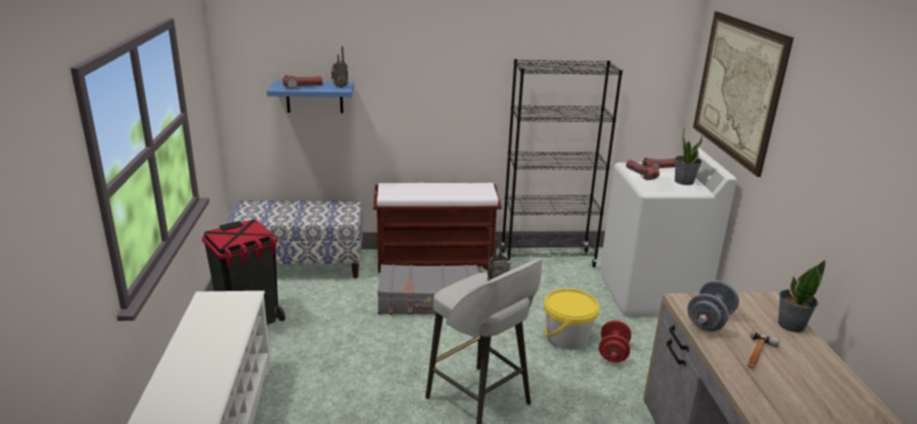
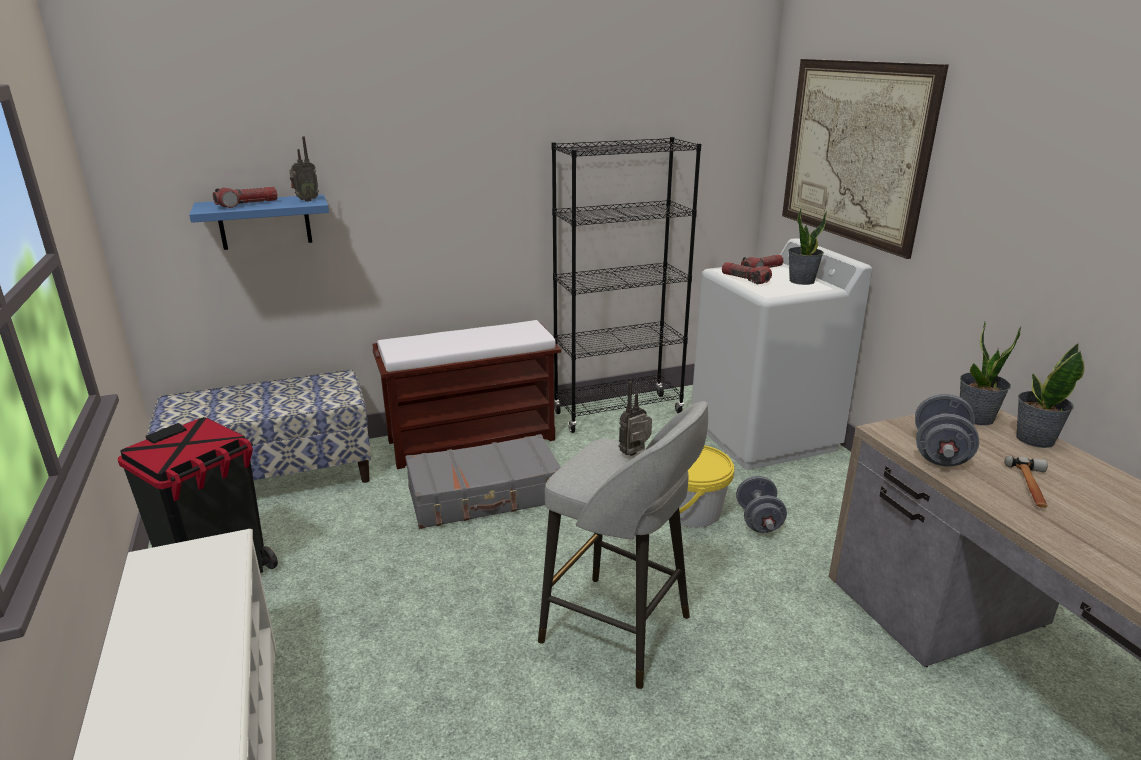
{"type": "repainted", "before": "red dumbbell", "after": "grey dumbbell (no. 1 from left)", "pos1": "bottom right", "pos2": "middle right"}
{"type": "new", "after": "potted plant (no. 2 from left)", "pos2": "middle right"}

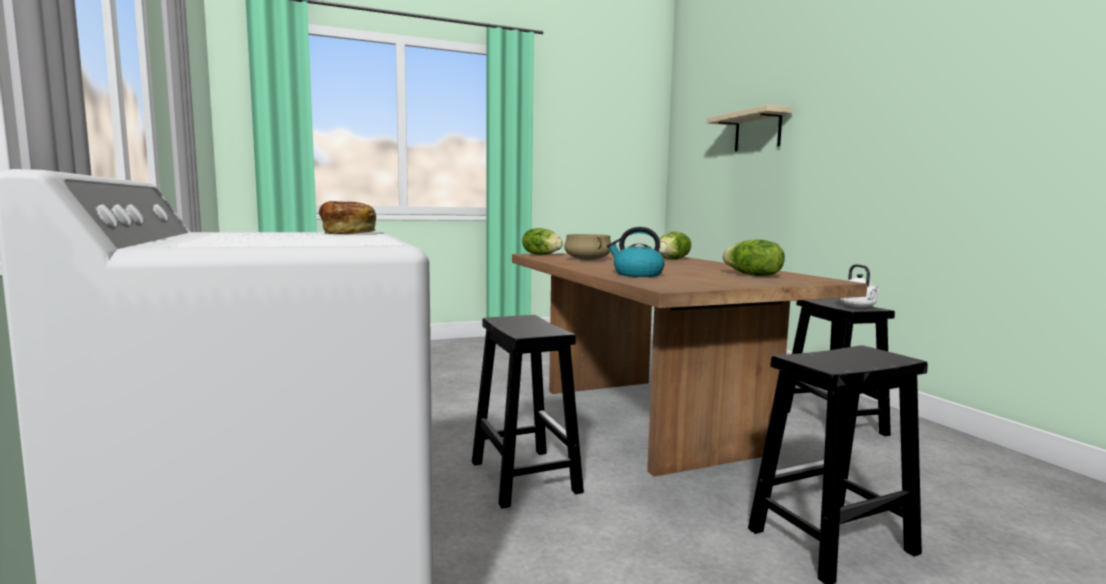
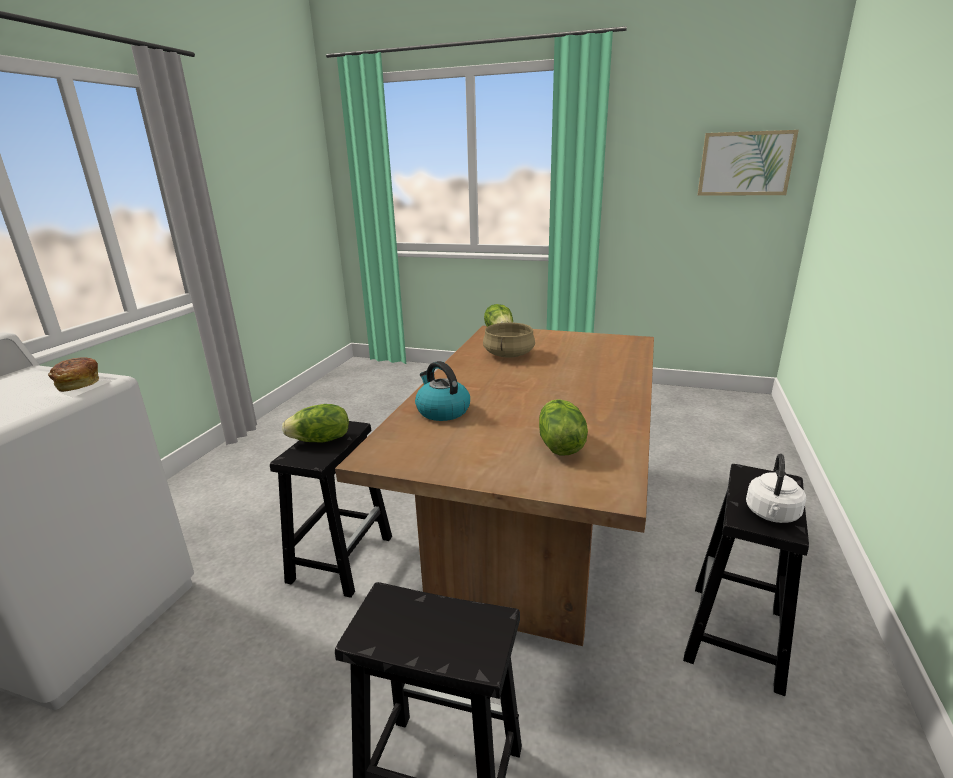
{"type": "shifted", "before": "lettuce (no. 2 from left in the first image)", "after": "lettuce (no. 1 from left)", "pos1": "centre", "pos2": "middle left"}
{"type": "gone", "before": "beige shelf", "pos1": "top right"}
{"type": "new", "after": "picture", "pos2": "top right"}

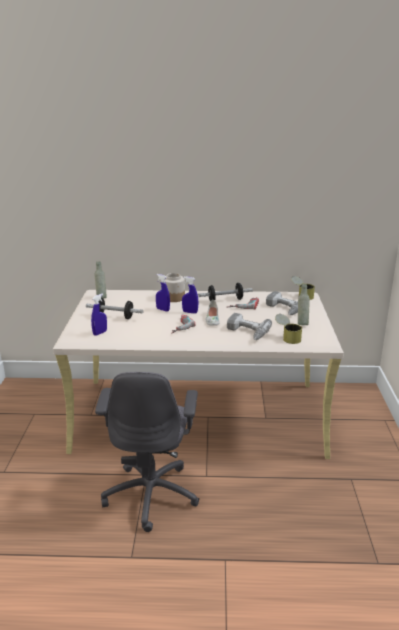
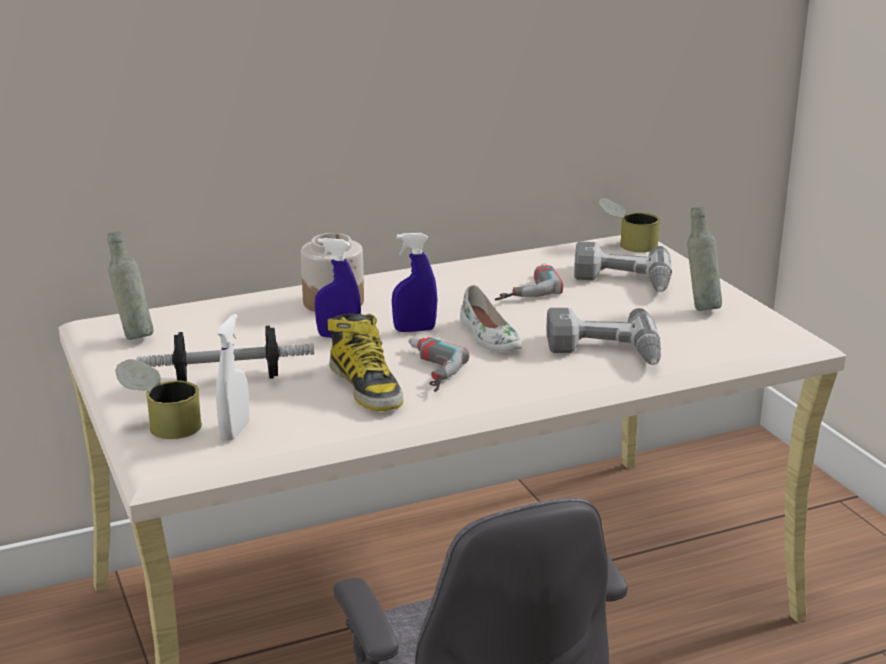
{"type": "repainted", "before": "blue spray bottle (no. 1 from left)", "after": "white spray bottle", "pos1": "middle left", "pos2": "middle left"}
{"type": "gone", "before": "dumbbell (no. 2 from left)", "pos1": "centre"}
{"type": "shifted", "before": "can (no. 1 from left)", "pos1": "middle right", "pos2": "middle left"}
{"type": "new", "after": "boot", "pos2": "centre"}

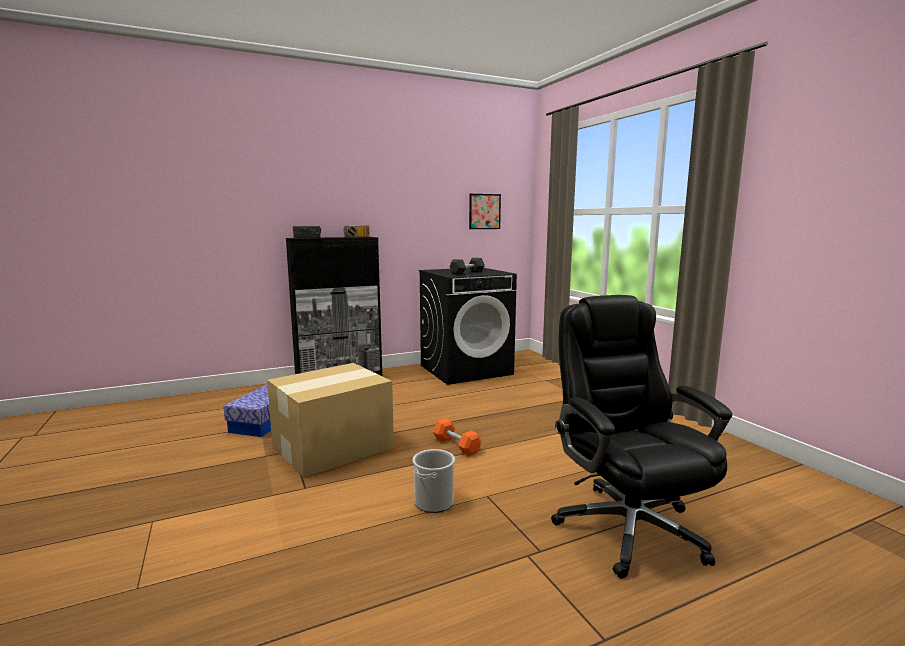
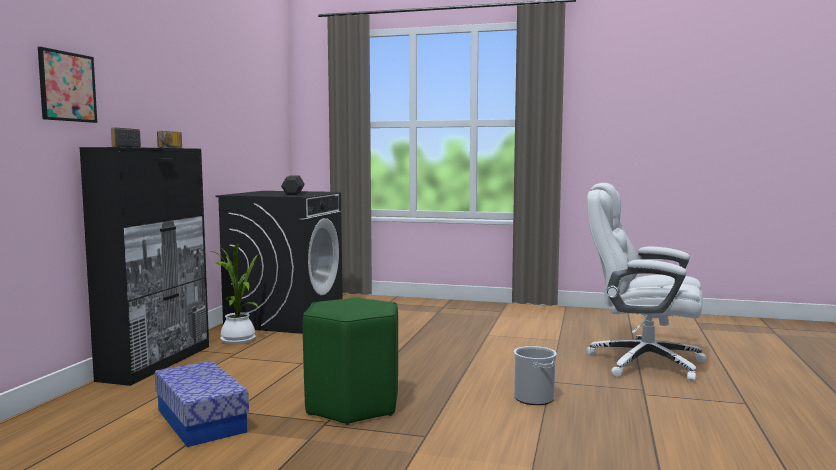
{"type": "swapped", "before": "cardboard box", "after": "green stool", "pos1": "centre", "pos2": "bottom centre"}
{"type": "gone", "before": "orange dumbbell", "pos1": "bottom centre"}
{"type": "shifted", "before": "picture", "pos1": "top centre", "pos2": "top left"}
{"type": "repainted", "before": "black office chair", "after": "white office chair", "pos1": "bottom right", "pos2": "middle right"}
{"type": "new", "after": "potted plant", "pos2": "middle left"}

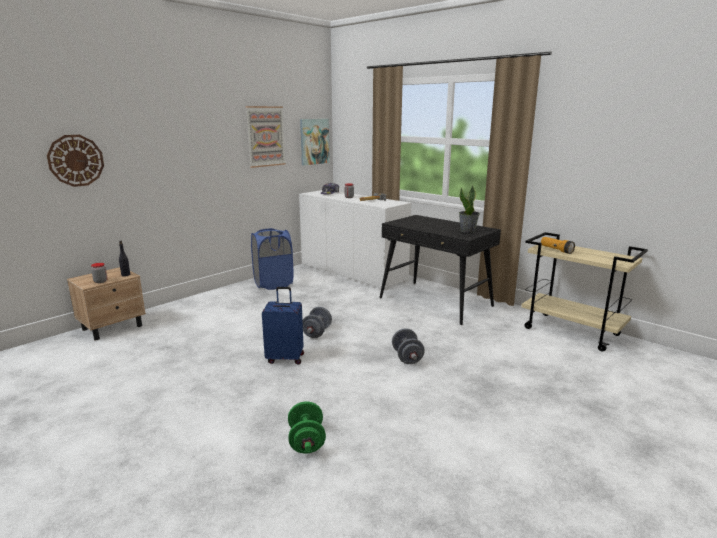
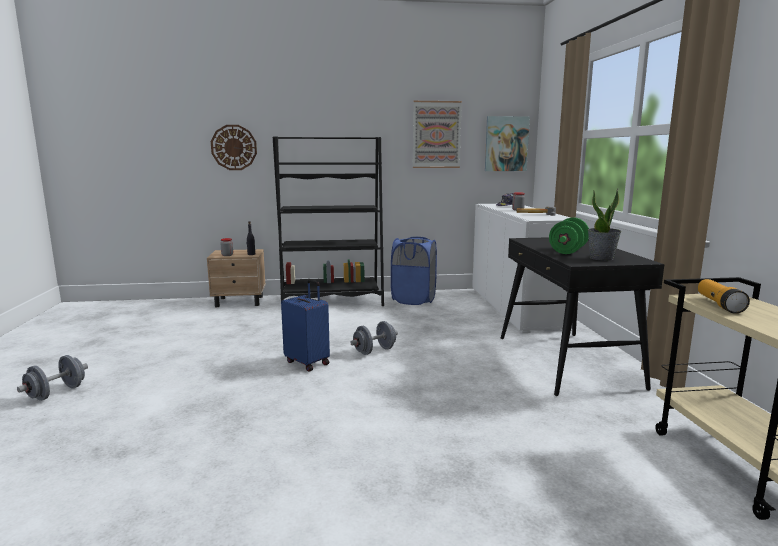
{"type": "shifted", "before": "green dumbbell", "pos1": "bottom centre", "pos2": "middle right"}
{"type": "shifted", "before": "grey dumbbell (no. 2 from left in the first image)", "after": "grey dumbbell (no. 1 from left)", "pos1": "centre", "pos2": "bottom left"}
{"type": "new", "after": "black bookcase", "pos2": "centre"}

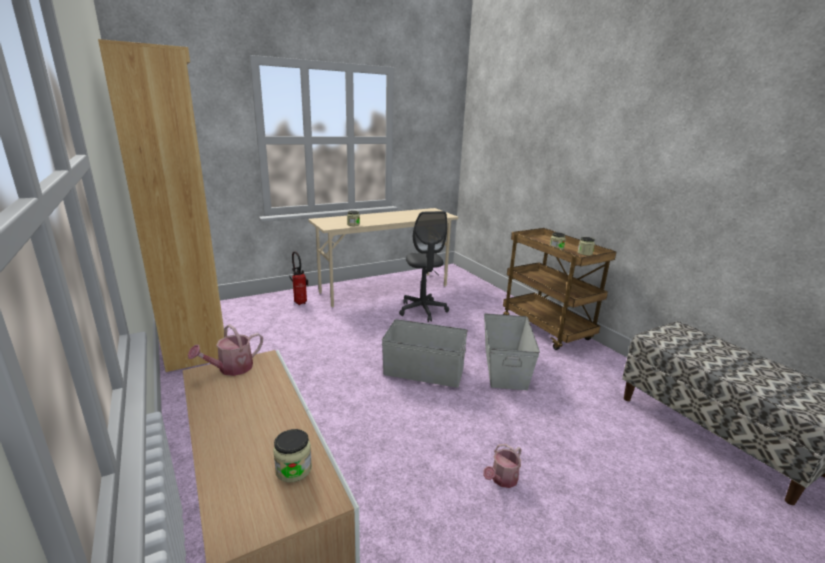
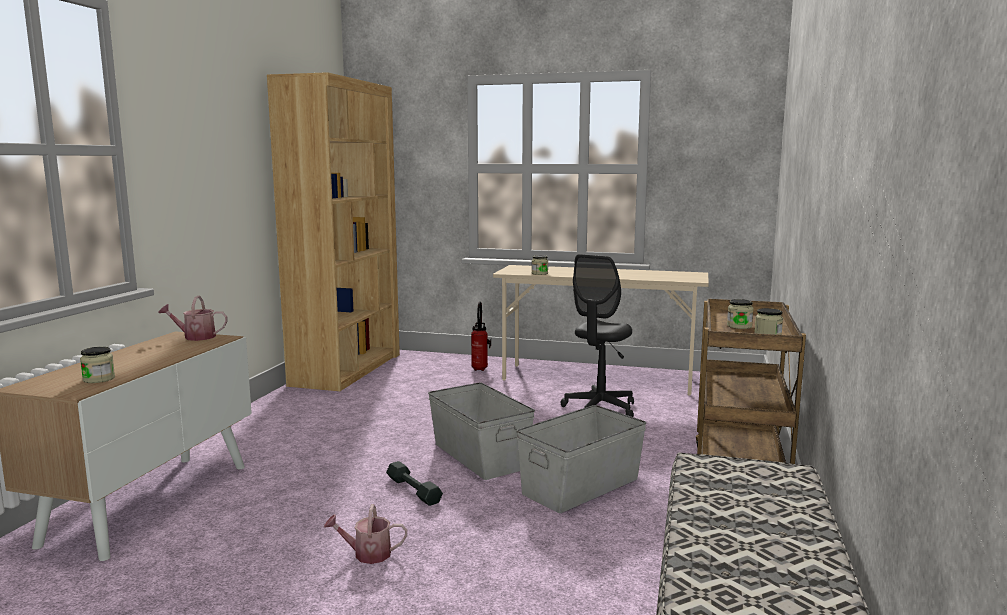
{"type": "new", "after": "grey dumbbell", "pos2": "bottom centre"}

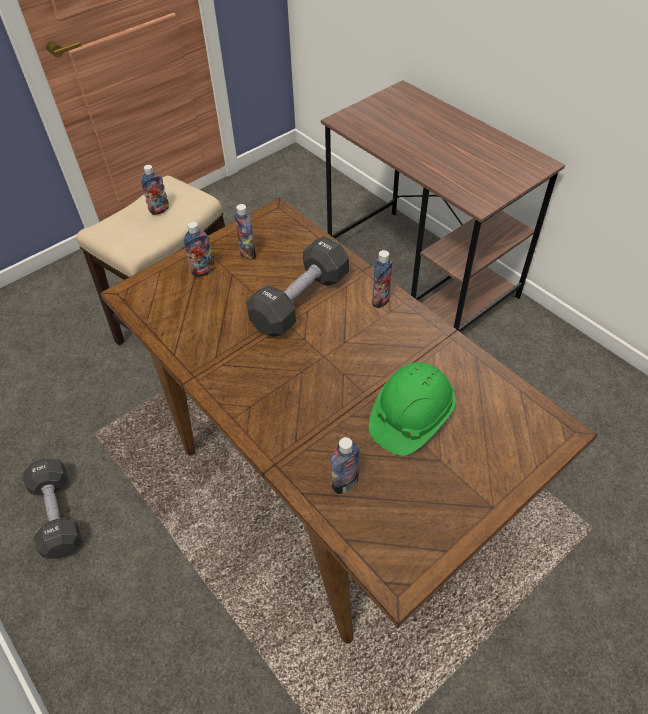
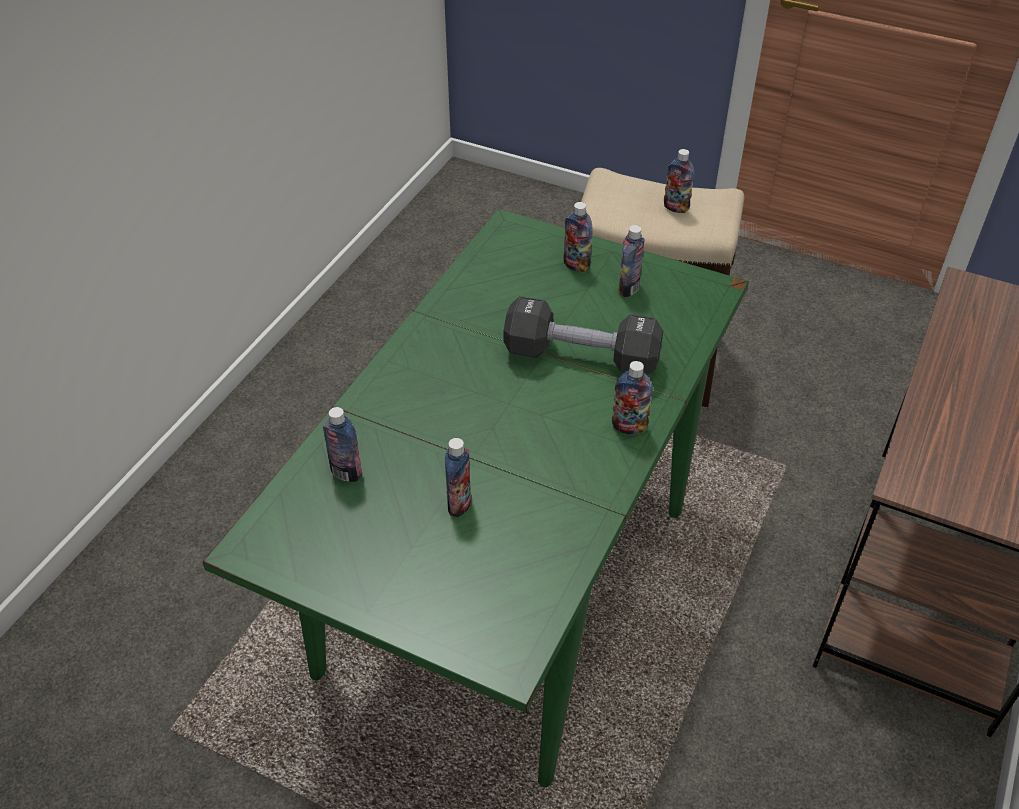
{"type": "gone", "before": "black dumbbell (no. 1 from left)", "pos1": "bottom left"}
{"type": "repainted", "before": "brown dining table", "after": "green dining table", "pos1": "centre", "pos2": "centre"}
{"type": "swapped", "before": "green hard hat", "after": "bottle (no. 2 from left)", "pos1": "centre", "pos2": "centre"}

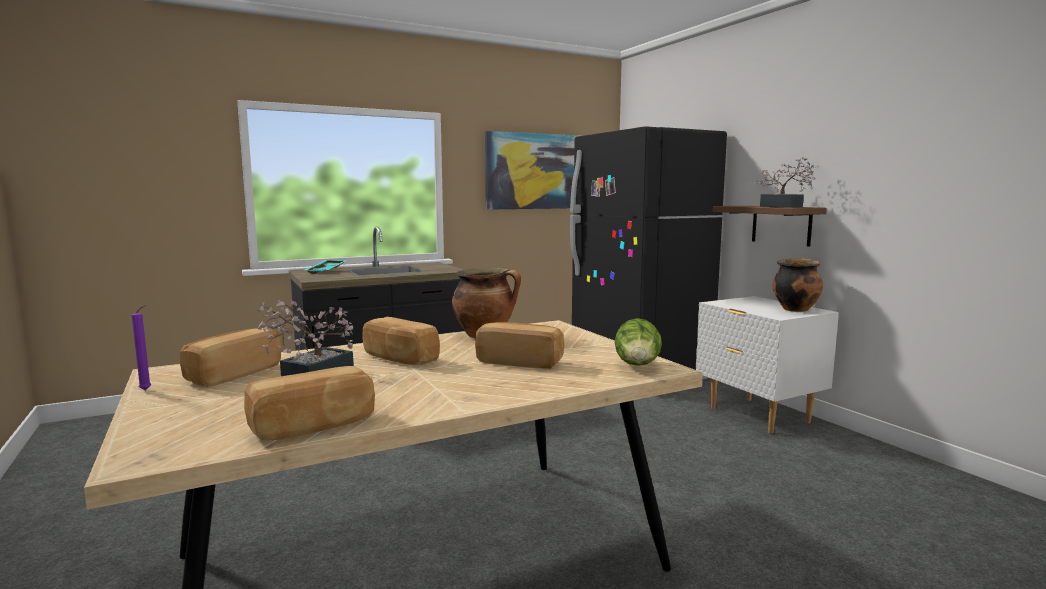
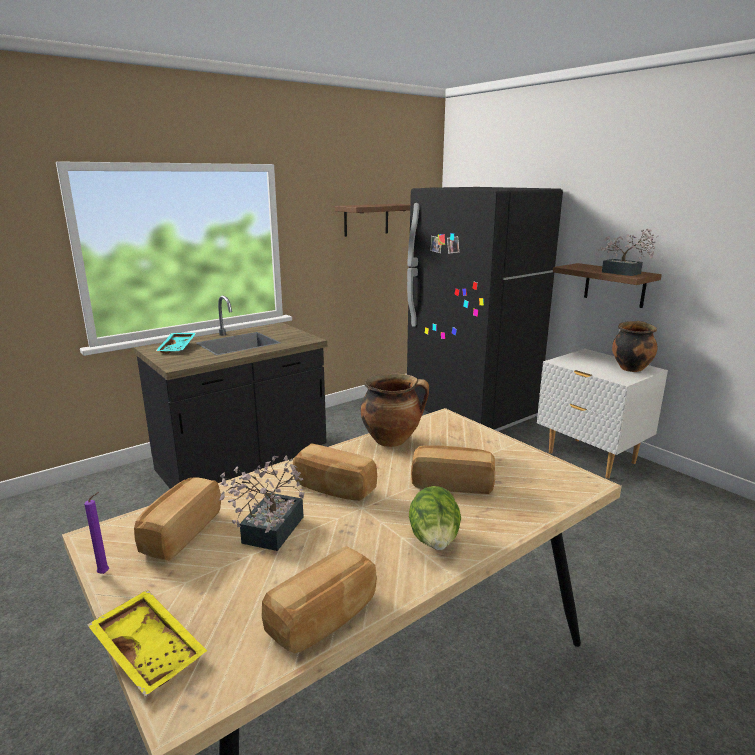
{"type": "swapped", "before": "picture", "after": "brown shelf (no. 1 from left)", "pos1": "top centre", "pos2": "top centre"}
{"type": "shifted", "before": "lettuce", "pos1": "centre", "pos2": "bottom centre"}
{"type": "new", "after": "yellow tray", "pos2": "bottom left"}

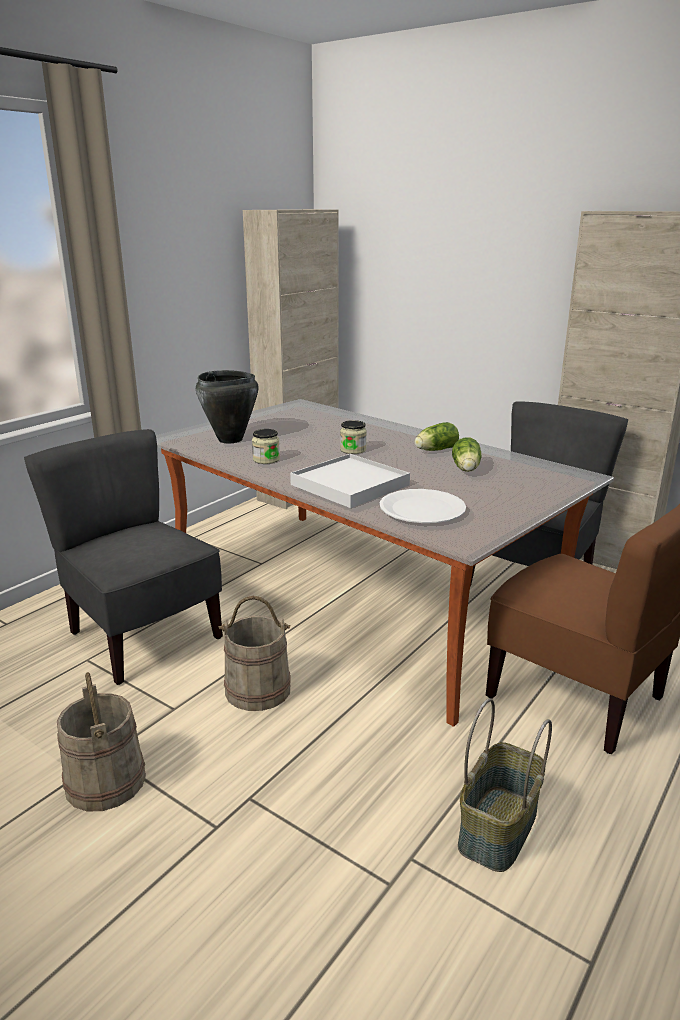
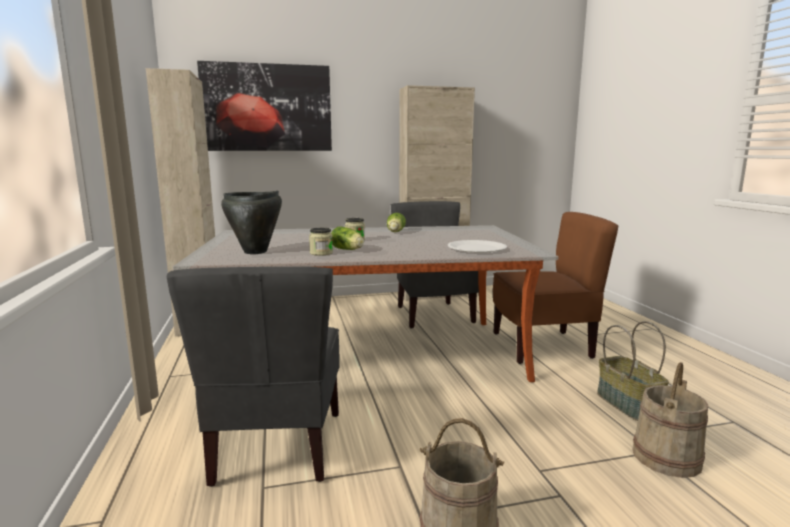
{"type": "rotated", "before": "grey chair (no. 1 from left)", "pos1": "middle left", "pos2": "bottom left", "turn": -90}
{"type": "shifted", "before": "beige bucket (no. 2 from left)", "pos1": "centre", "pos2": "bottom right"}
{"type": "gone", "before": "white tray", "pos1": "centre"}
{"type": "shifted", "before": "lettuce (no. 2 from left in the first image)", "after": "lettuce (no. 1 from left)", "pos1": "middle right", "pos2": "centre"}
{"type": "new", "after": "picture", "pos2": "top centre"}

